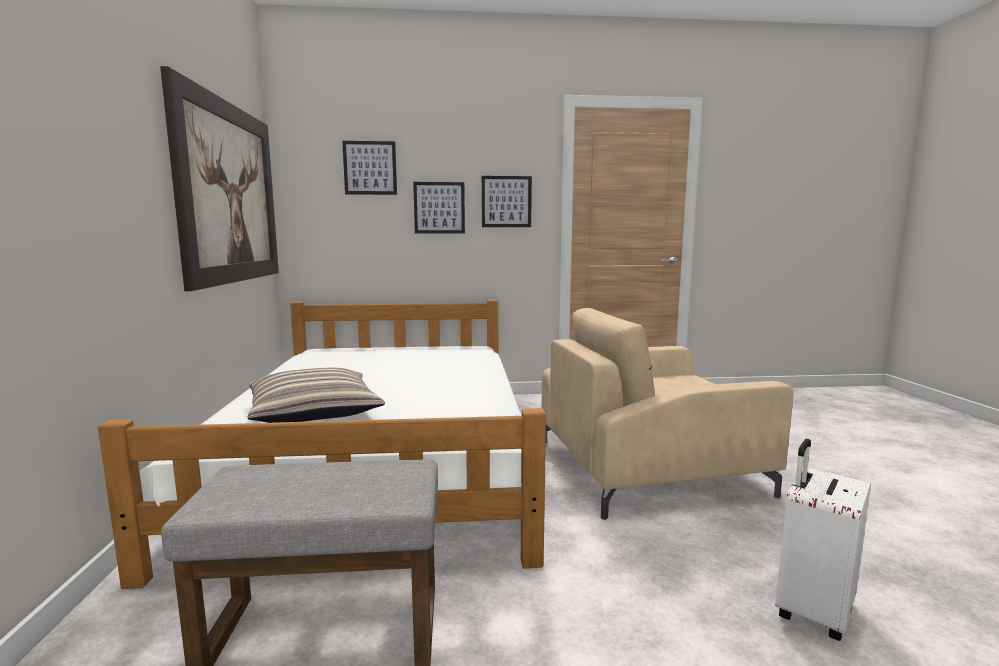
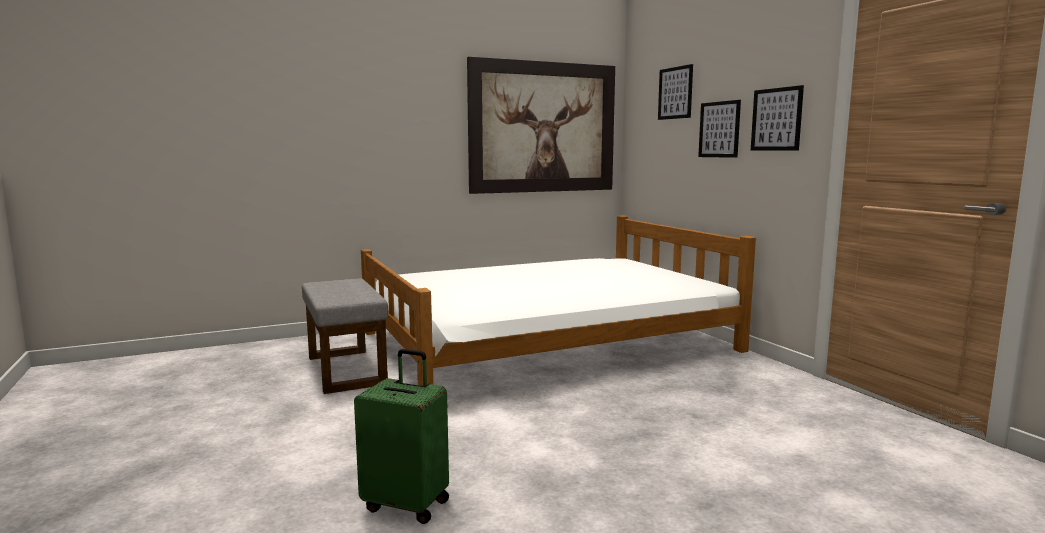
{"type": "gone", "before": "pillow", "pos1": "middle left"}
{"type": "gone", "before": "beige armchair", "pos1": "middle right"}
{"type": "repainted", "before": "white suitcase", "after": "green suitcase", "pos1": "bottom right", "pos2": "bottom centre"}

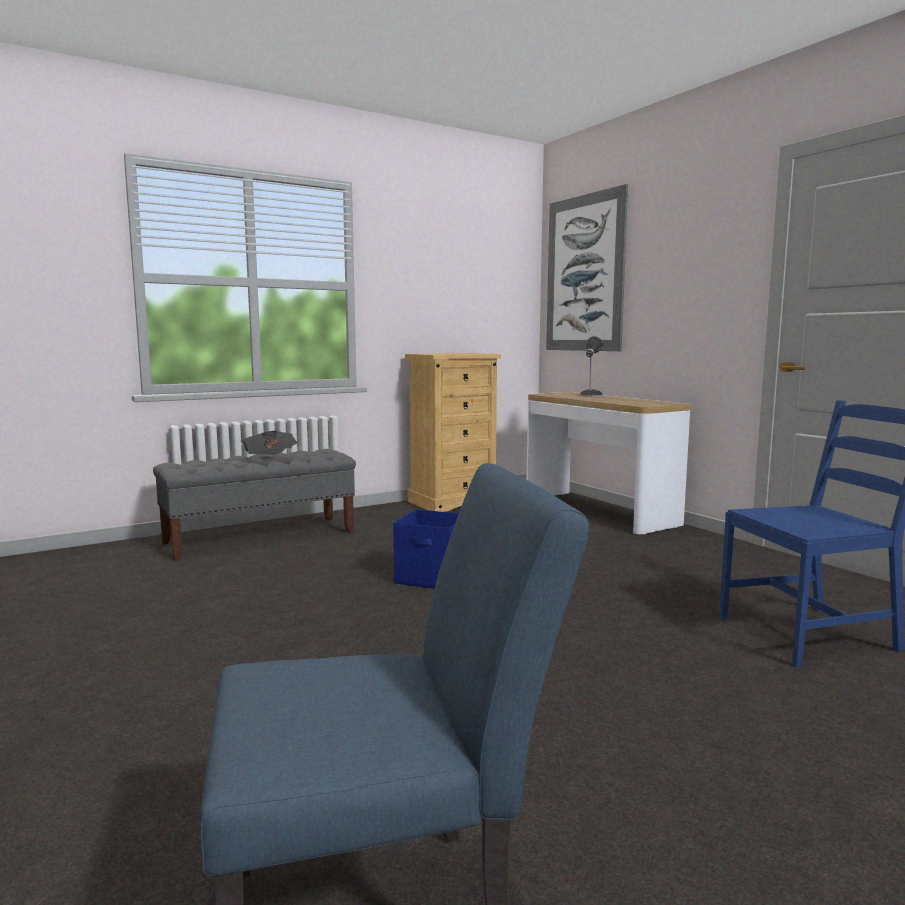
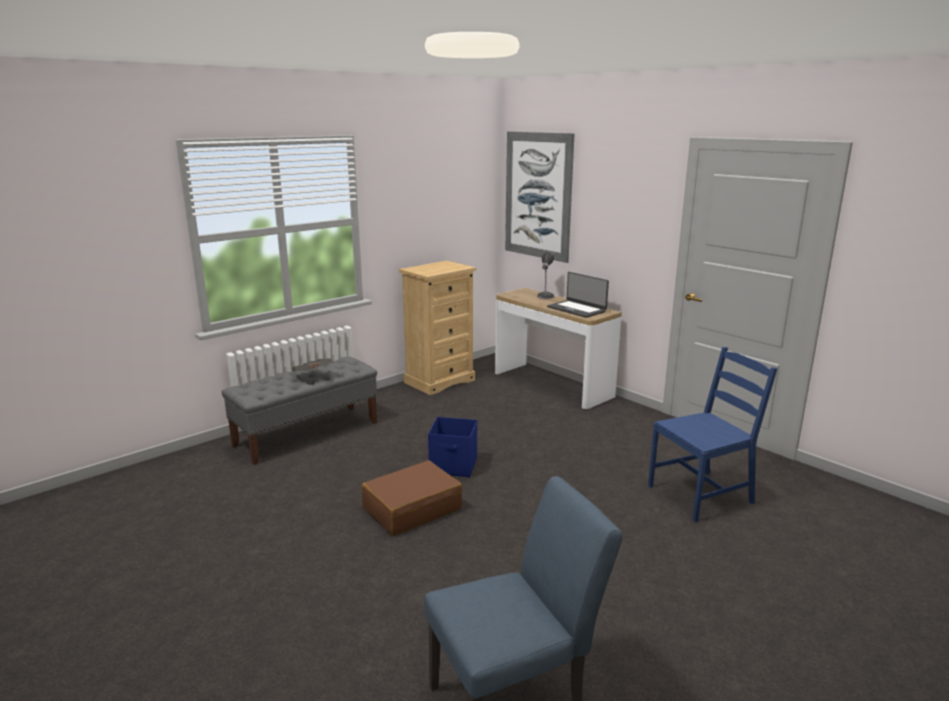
{"type": "new", "after": "brown suitcase", "pos2": "bottom centre"}
{"type": "new", "after": "laptop", "pos2": "centre"}

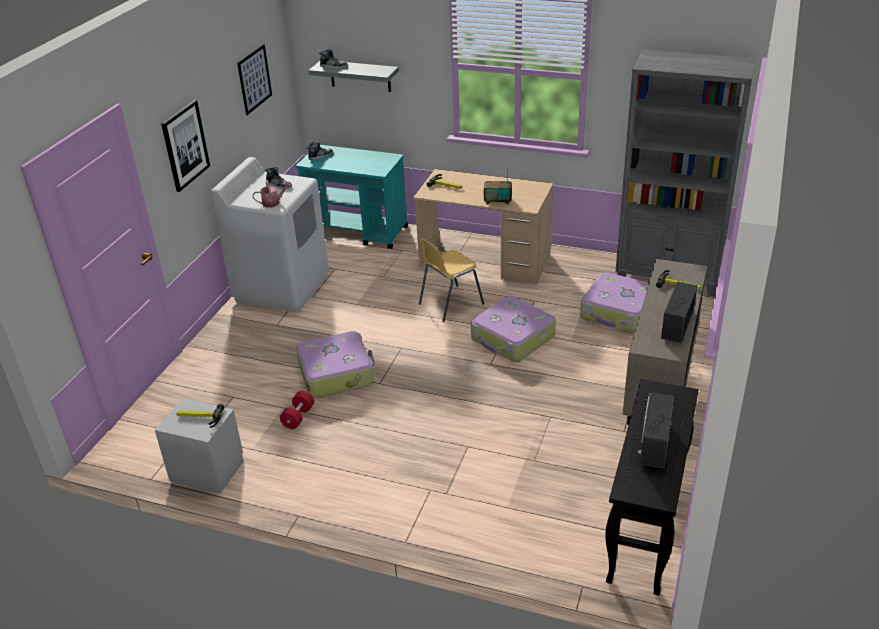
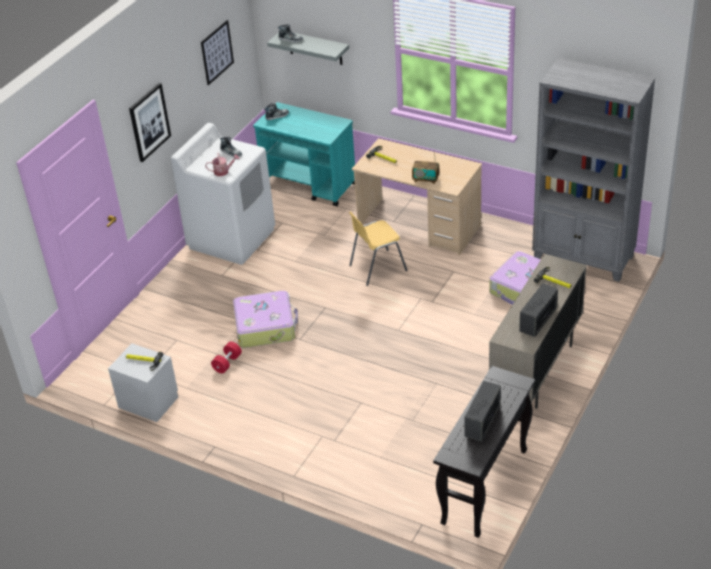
{"type": "gone", "before": "suitcase (no. 2 from left)", "pos1": "centre"}

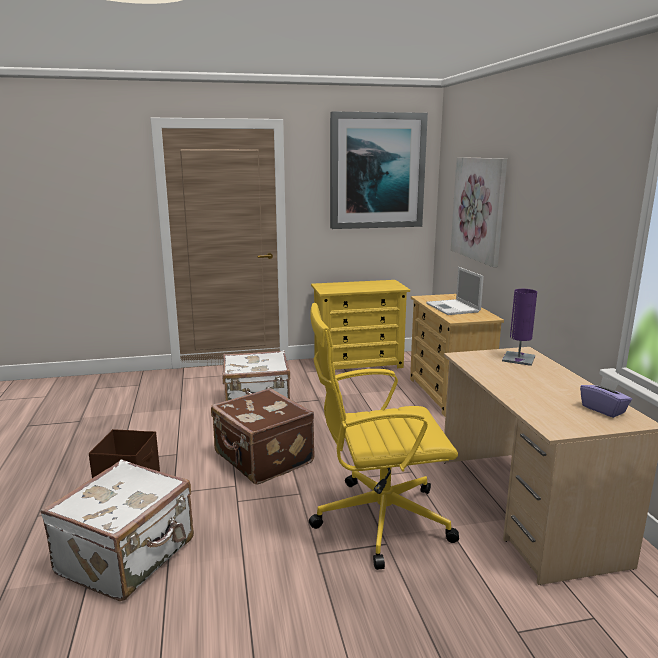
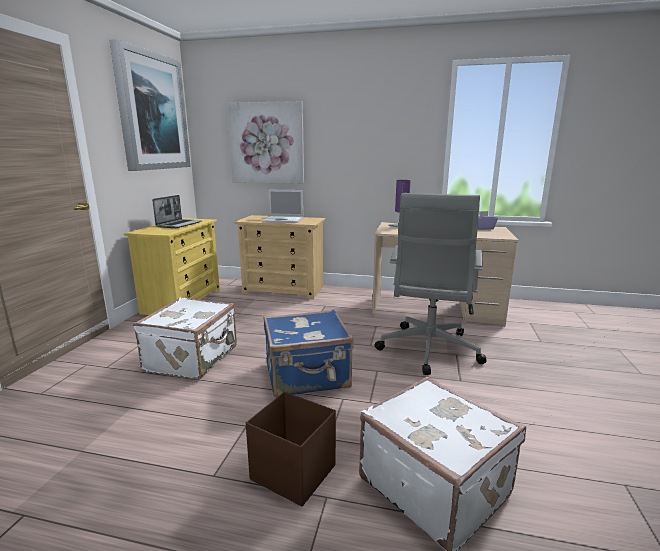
{"type": "repainted", "before": "brown suitcase", "after": "blue suitcase", "pos1": "centre", "pos2": "centre"}
{"type": "repainted", "before": "yellow office chair", "after": "grey office chair", "pos1": "centre", "pos2": "centre"}
{"type": "new", "after": "laptop (no. 1 from left)", "pos2": "middle left"}

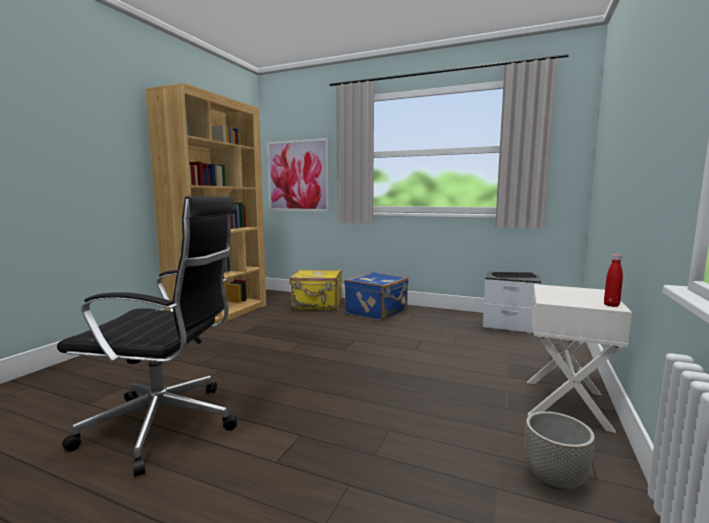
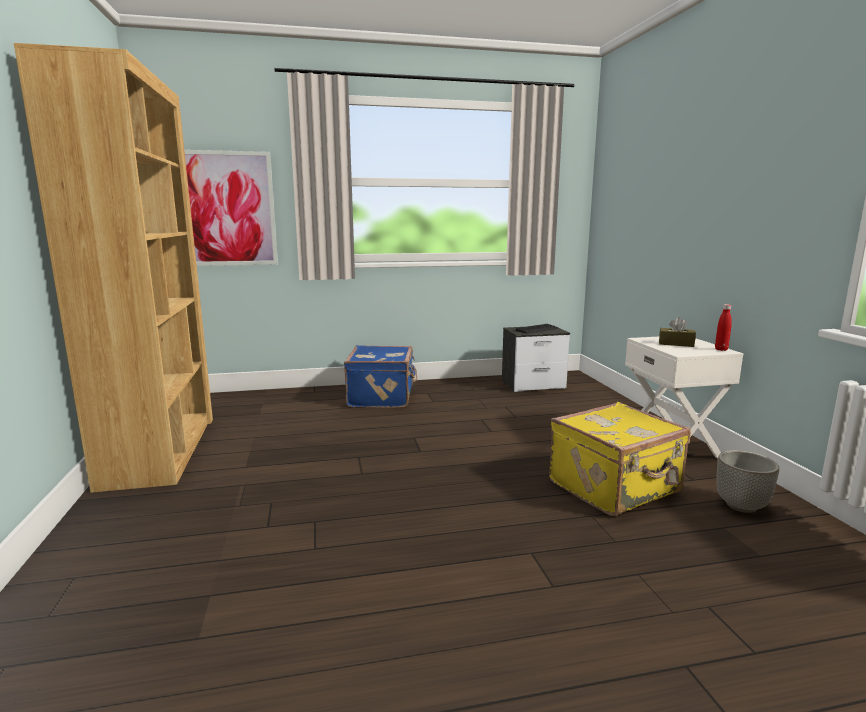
{"type": "gone", "before": "black office chair", "pos1": "middle left"}
{"type": "shifted", "before": "yellow suitcase", "pos1": "centre", "pos2": "middle right"}
{"type": "new", "after": "brown tissue box", "pos2": "middle right"}

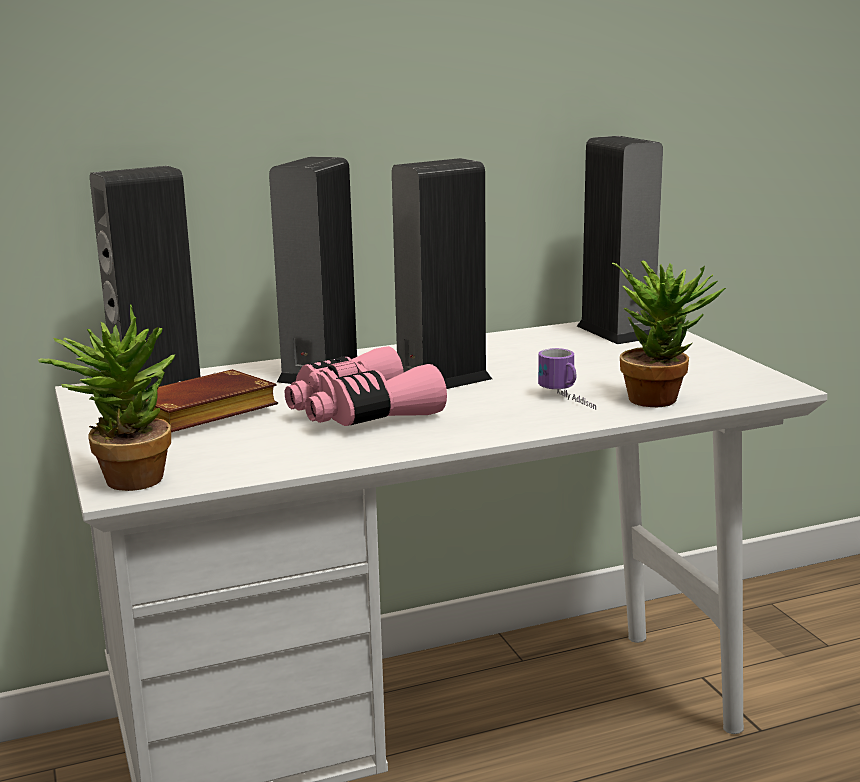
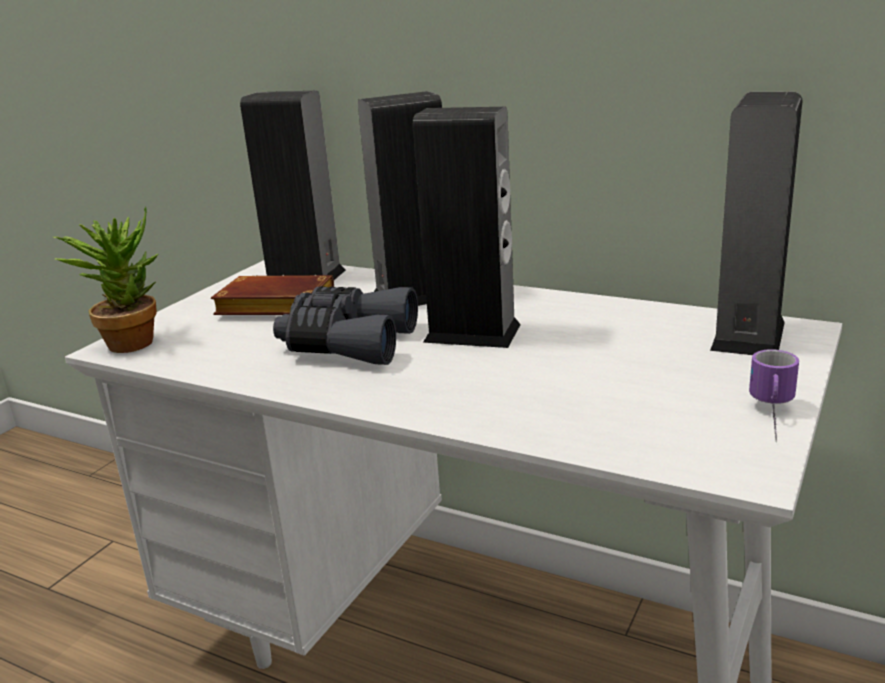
{"type": "repainted", "before": "pink binoculars", "after": "grey binoculars", "pos1": "centre", "pos2": "centre"}
{"type": "shifted", "before": "mug", "pos1": "centre", "pos2": "middle right"}
{"type": "gone", "before": "potted plant (no. 2 from left)", "pos1": "middle right"}

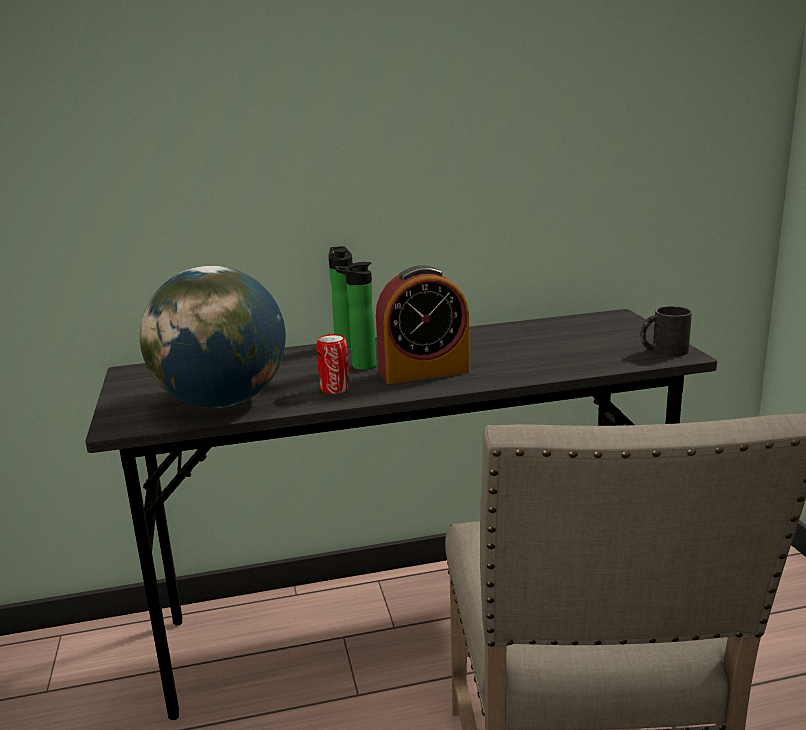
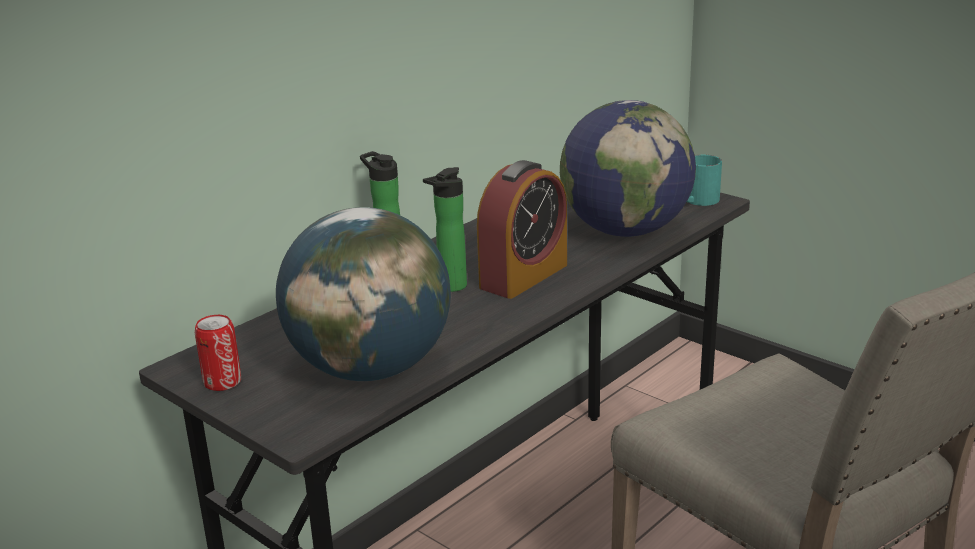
{"type": "shifted", "before": "can", "pos1": "centre", "pos2": "middle left"}
{"type": "repainted", "before": "black mug", "after": "turquoise mug", "pos1": "middle right", "pos2": "top right"}
{"type": "new", "after": "globe (no. 2 from left)", "pos2": "top centre"}

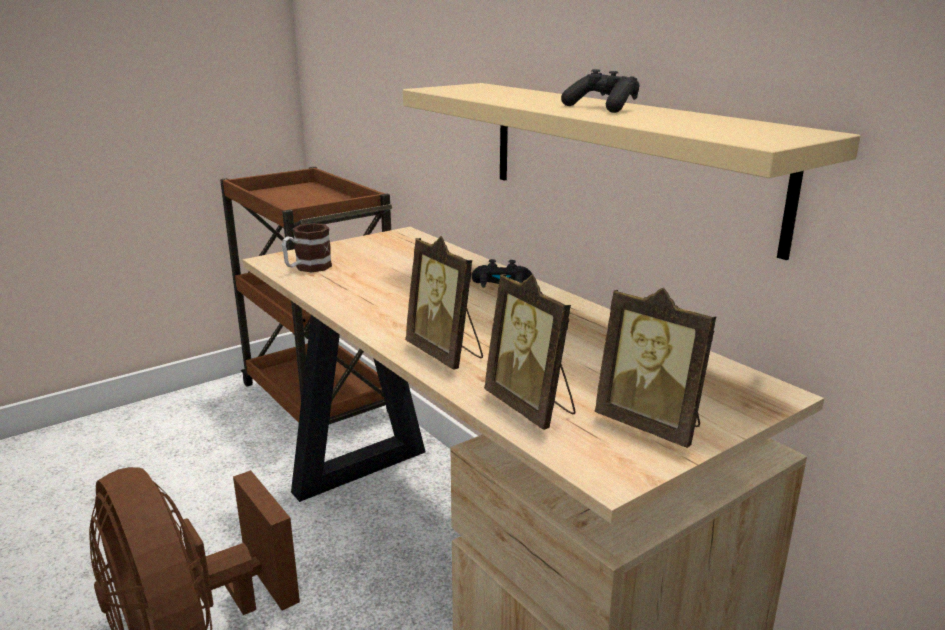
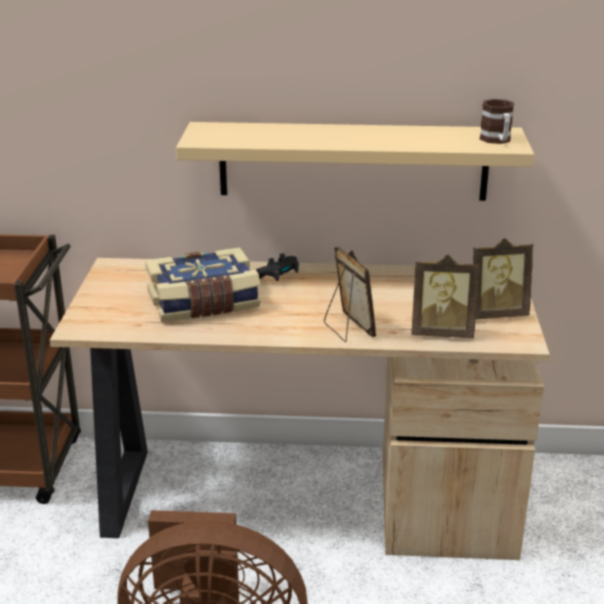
{"type": "shifted", "before": "mug", "pos1": "middle left", "pos2": "top right"}
{"type": "rotated", "before": "picture frame (no. 1 from left)", "pos1": "centre", "pos2": "centre", "turn": -120}
{"type": "gone", "before": "black game controller (no. 2 from left)", "pos1": "top centre"}
{"type": "new", "after": "book", "pos2": "centre"}

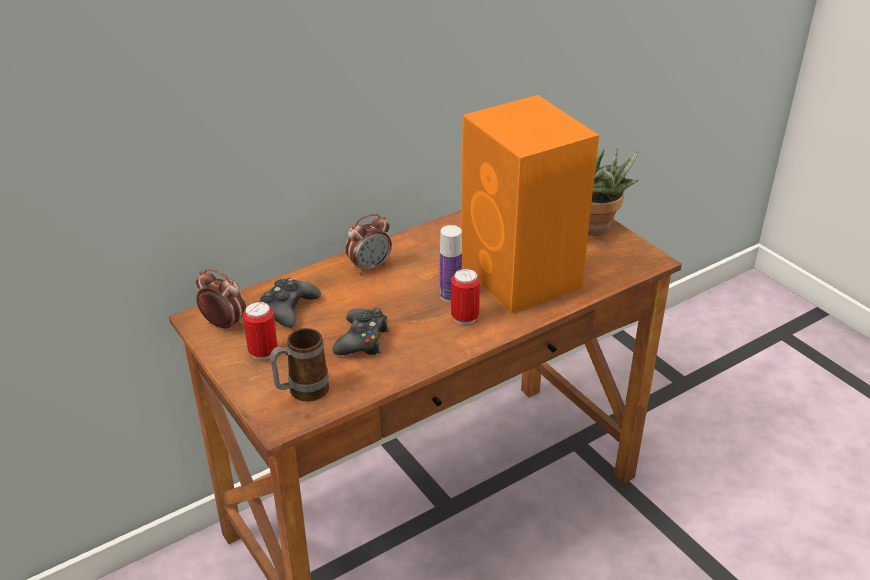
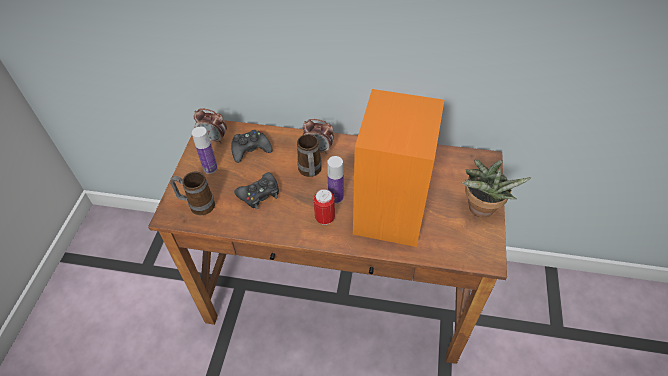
{"type": "rotated", "before": "alarm clock (no. 1 from left)", "pos1": "middle left", "pos2": "top left", "turn": 120}
{"type": "swapped", "before": "can (no. 1 from left)", "after": "bottle (no. 1 from left)", "pos1": "middle left", "pos2": "middle left"}
{"type": "new", "after": "mug (no. 2 from left)", "pos2": "centre"}

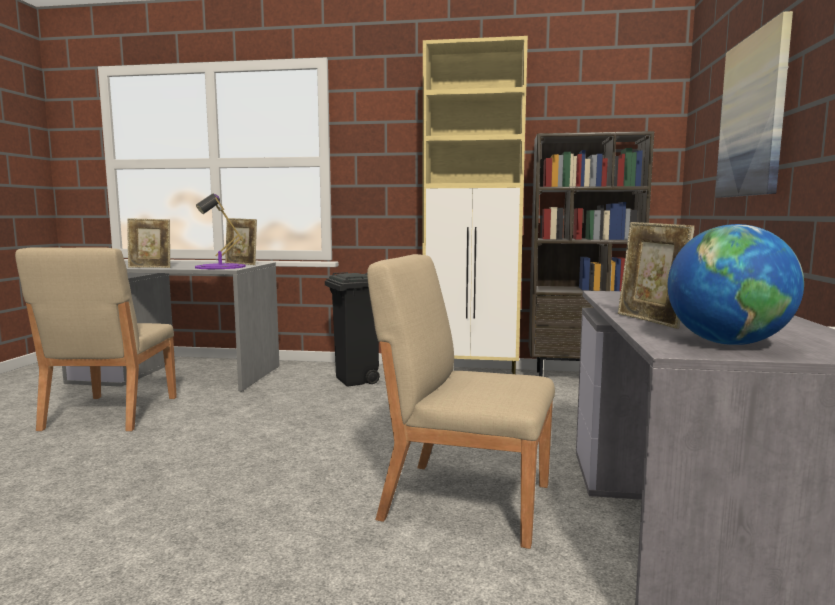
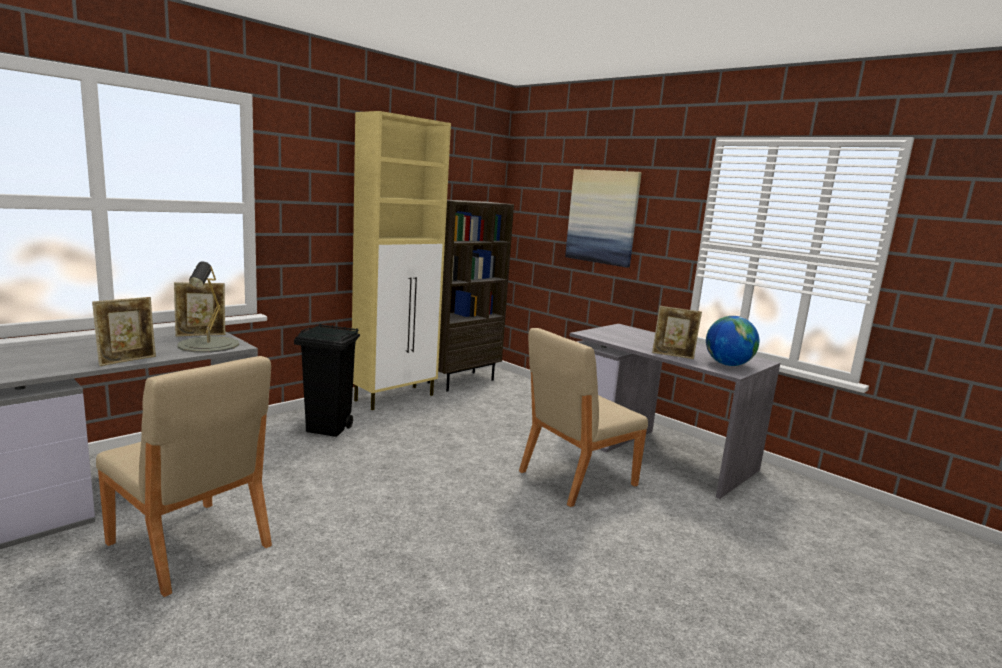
{"type": "repainted", "before": "purple table lamp", "after": "grey table lamp", "pos1": "middle left", "pos2": "middle left"}

